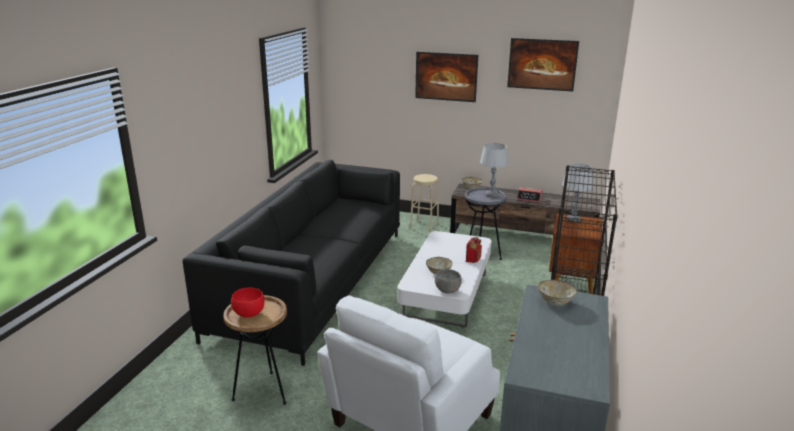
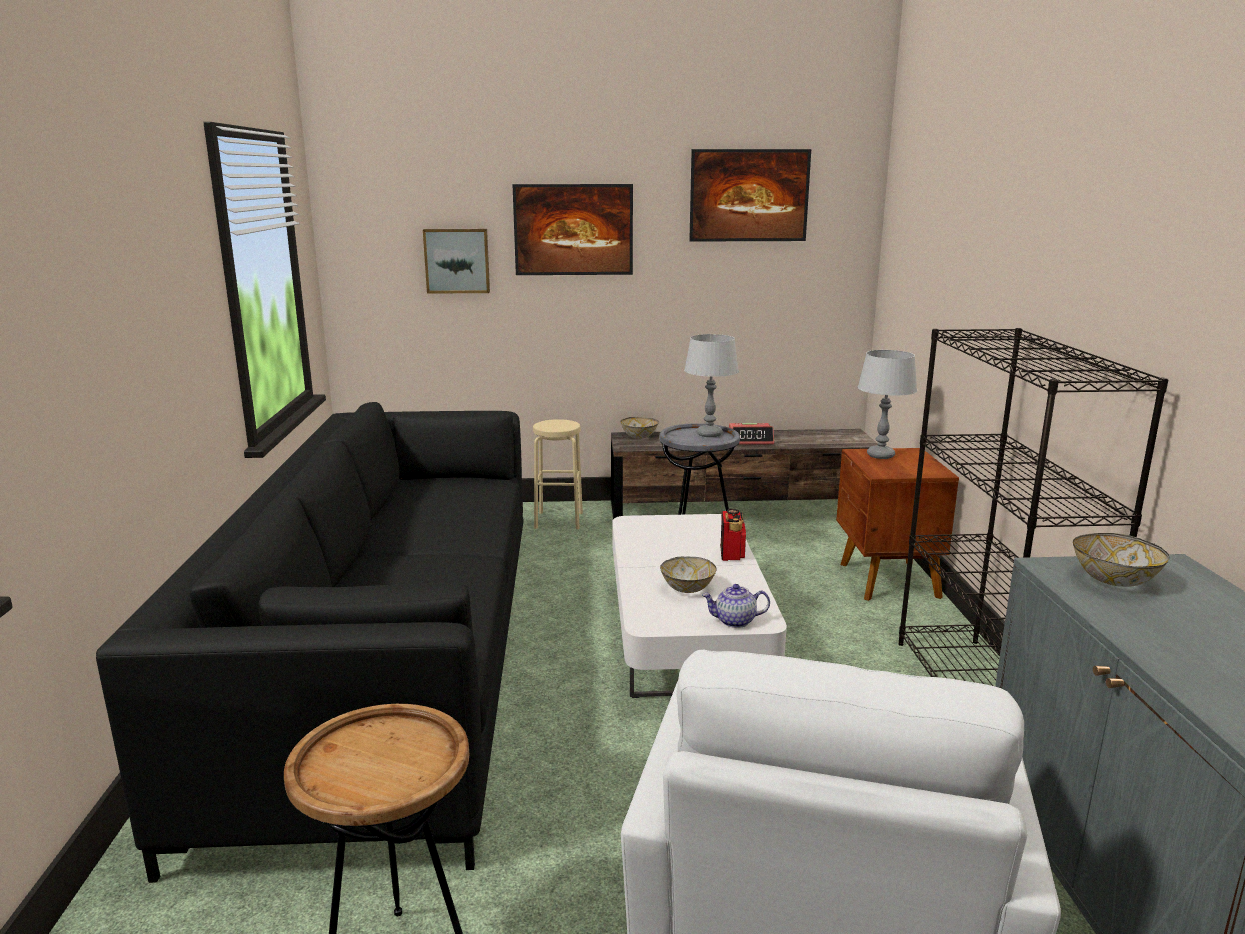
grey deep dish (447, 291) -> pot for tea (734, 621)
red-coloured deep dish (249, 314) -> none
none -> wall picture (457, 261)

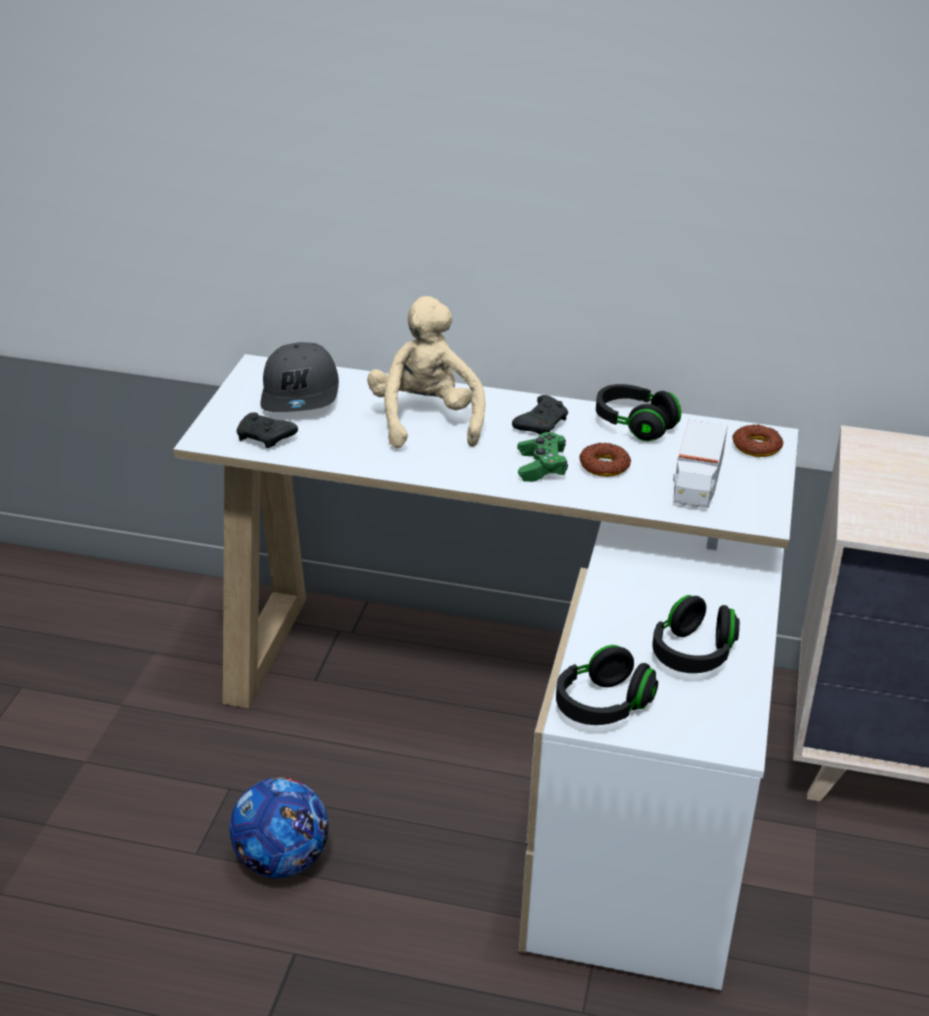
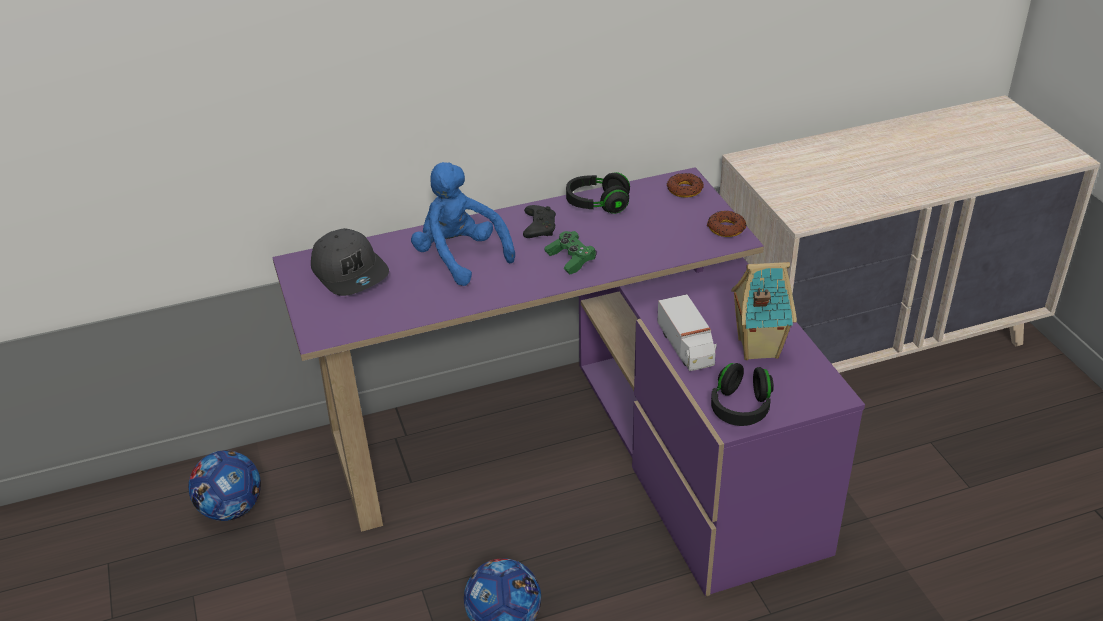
beige-coloured plush toy (425, 421) -> blue plush toy (459, 257)
whitish desk table (523, 734) -> purple desk table (582, 452)
blackish gamepad (265, 439) -> none
model truck (696, 483) -> model truck (686, 347), move
ring doughnut (604, 466) -> ring doughnut (726, 228), move
blackish headphones (692, 654) -> toy house (757, 348)
none -> football (231, 509)

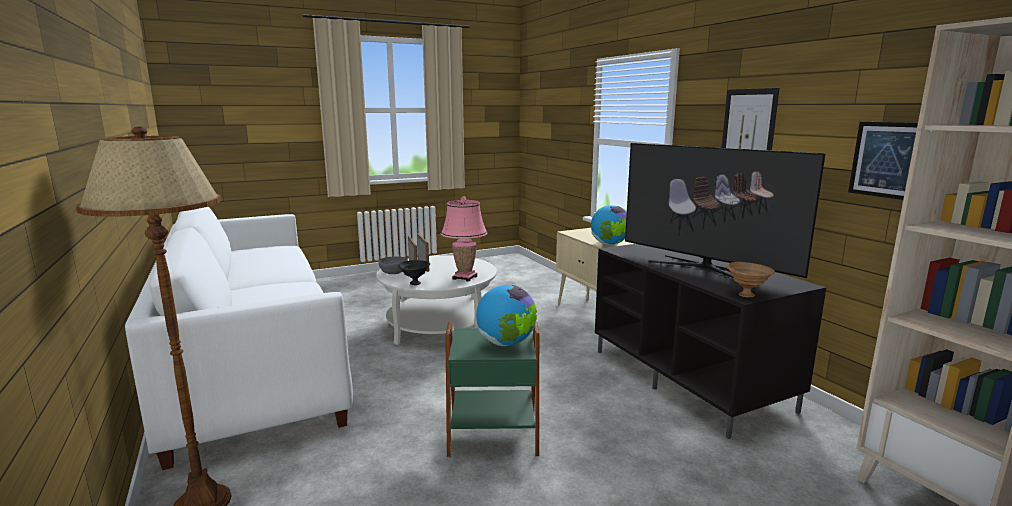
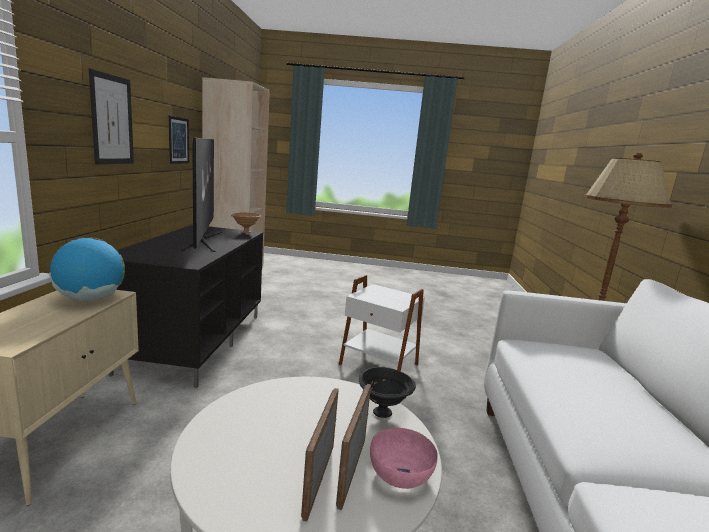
pink-coloured table lamp (465, 277) -> none
grey deep dish (394, 272) -> pink-coloured deep dish (399, 473)
desk globe (506, 343) -> none
green accent table (492, 433) -> whitish accent table (378, 365)

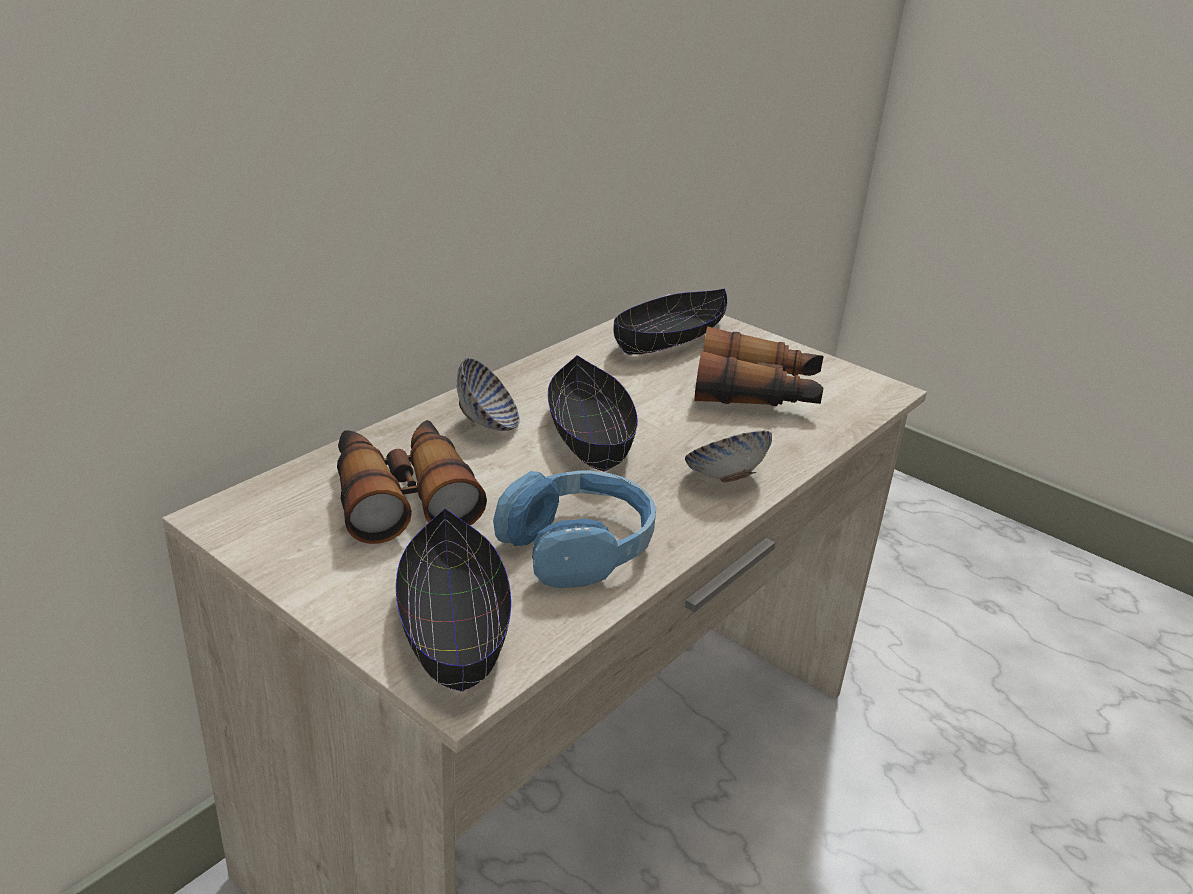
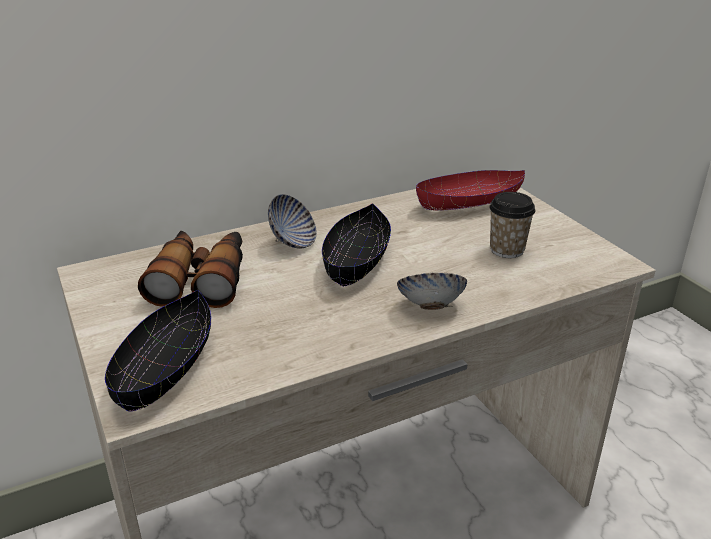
blackish deep dish (671, 338) -> red-coloured deep dish (470, 202)
field glasses (757, 392) -> cup (507, 250)
blue headphones (578, 546) -> none

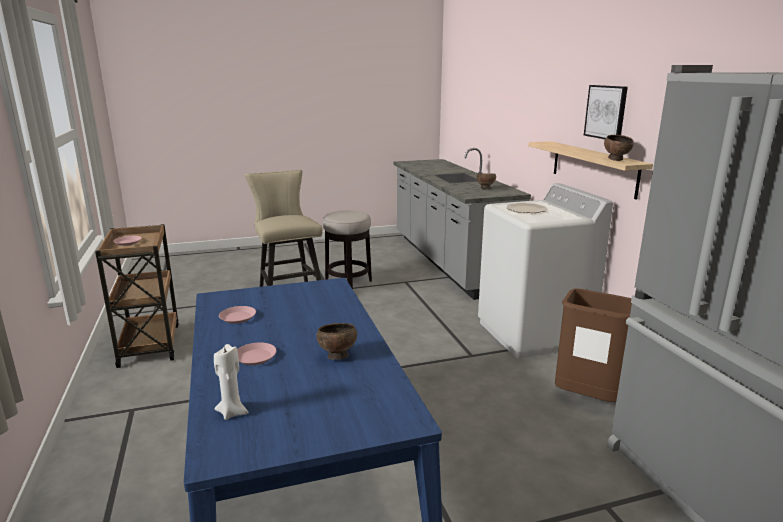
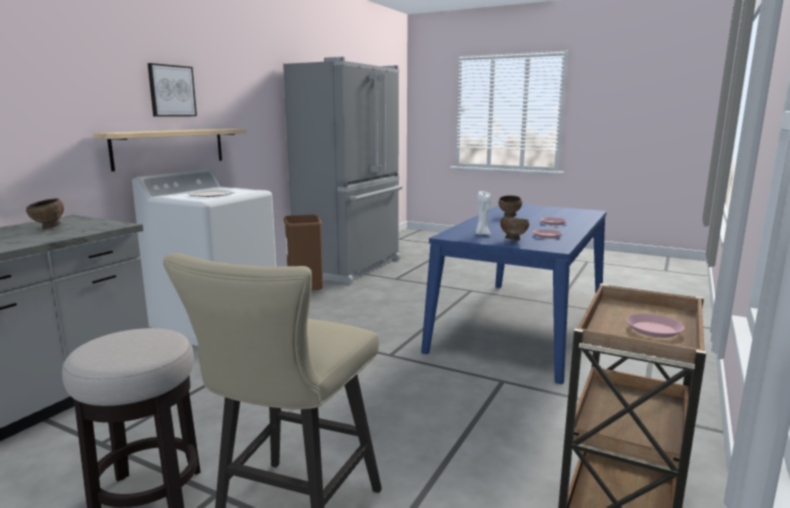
brownish deep dish (616, 160) -> brownish deep dish (513, 240), move
whitish wax candle (232, 412) -> whitish wax candle (482, 234), move

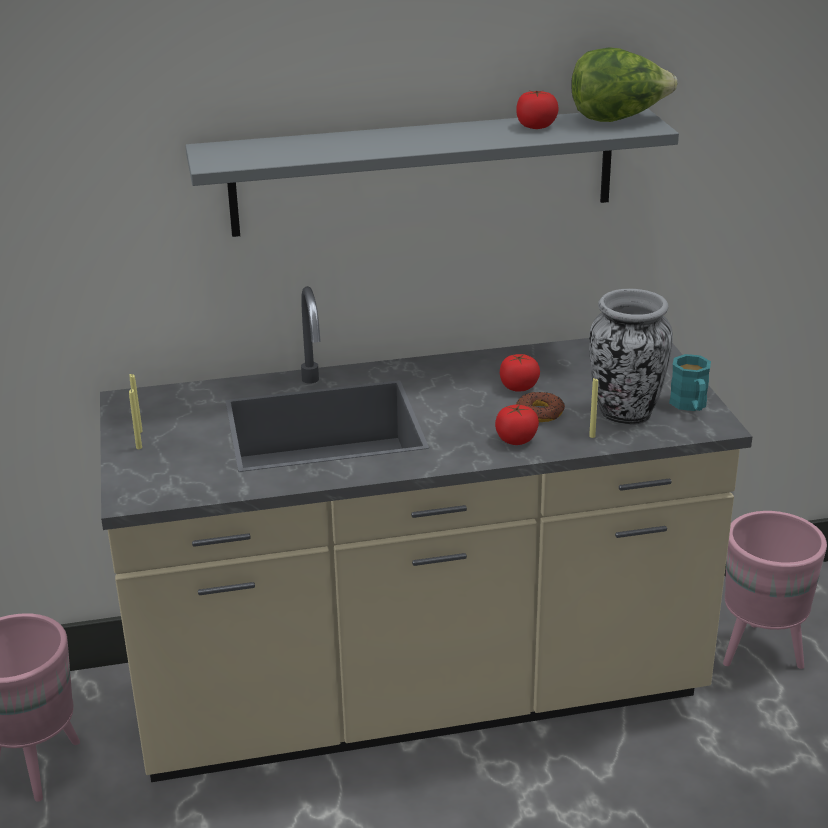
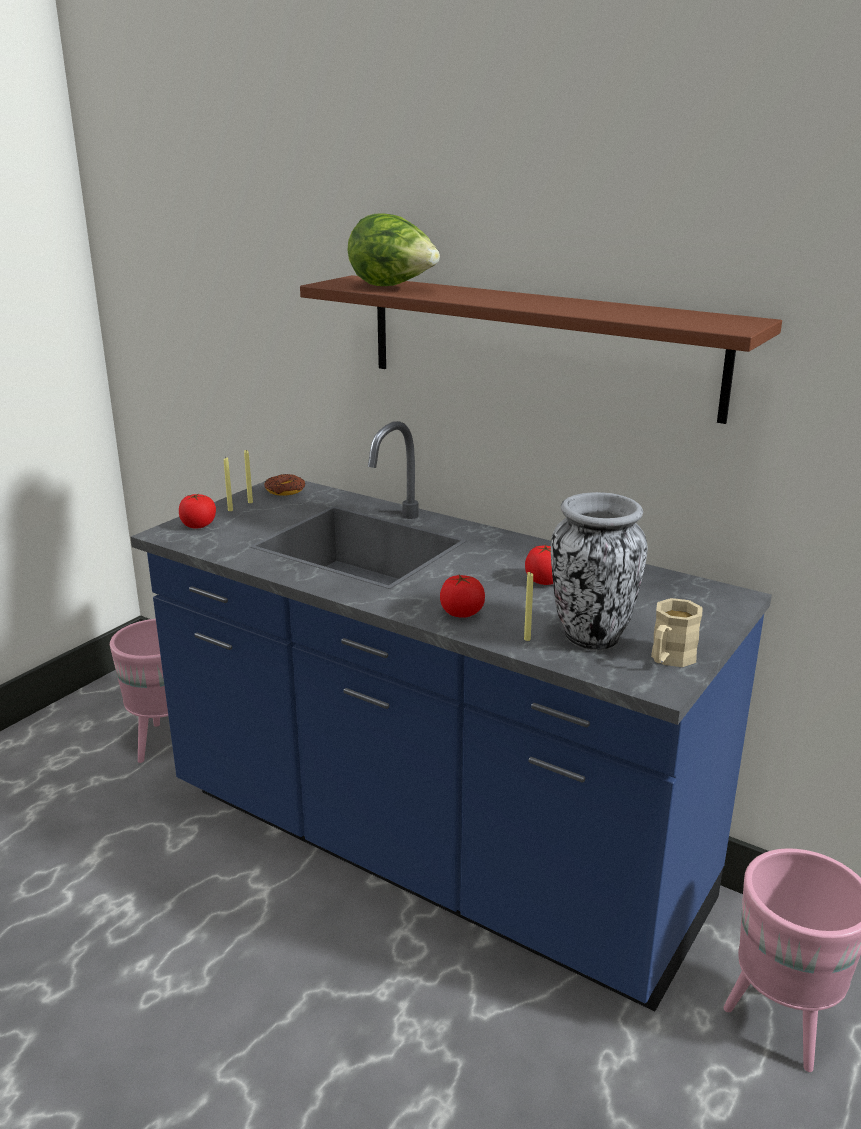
head of lettuce (618, 119) -> head of lettuce (393, 287), move
whole tomato (536, 126) -> whole tomato (198, 525), move
grey bracket shelf (423, 172) -> brownish bracket shelf (538, 344)
beige-coloured counter (419, 696) -> blue counter (430, 852)
turquoise-coloured tea mug (690, 405) -> beige-coloured tea mug (669, 659)
ring doughnut (540, 413) -> ring doughnut (285, 490), move

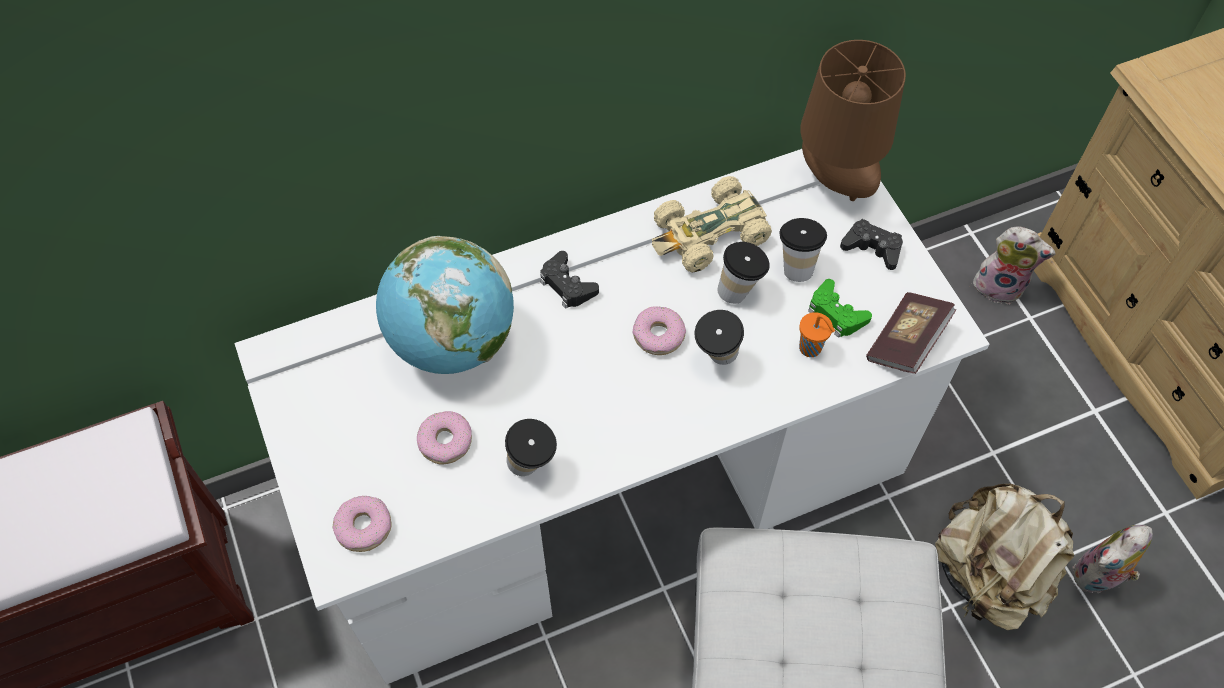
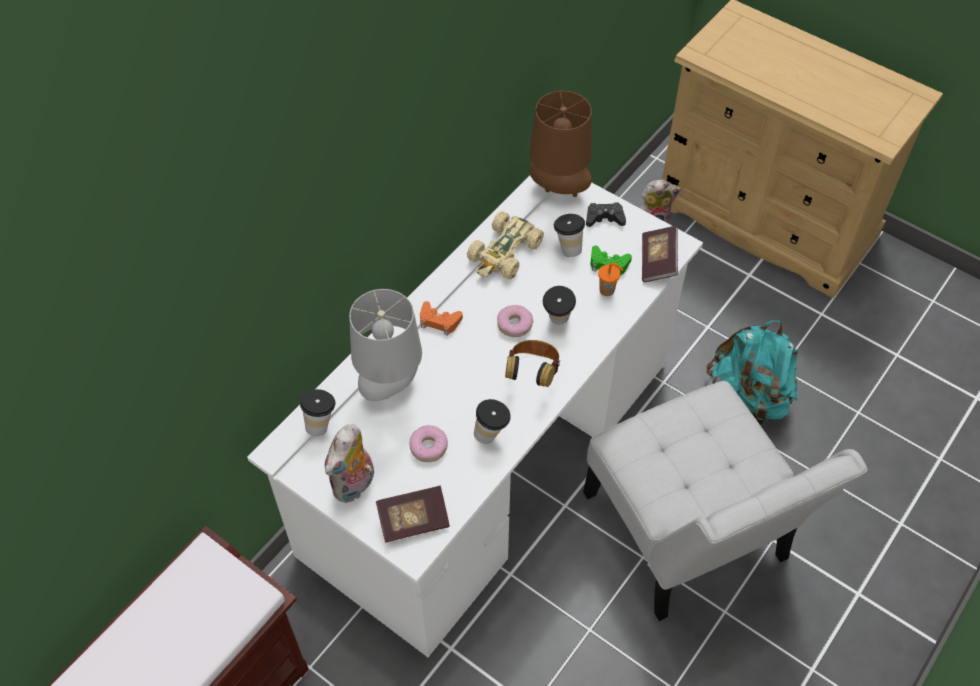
desk globe (452, 341) -> grey table lamp (391, 387)
cup (740, 290) -> cup (321, 424), move
blackish gamepad (567, 285) -> orangey gamepad (439, 321)
beige-coloured rucksack (988, 574) -> turquoise-coloured rucksack (747, 398)
ring doughnut (364, 527) -> volume (413, 520)
plush toy (1098, 577) -> plush toy (355, 486), move
none -> headphones (532, 373)

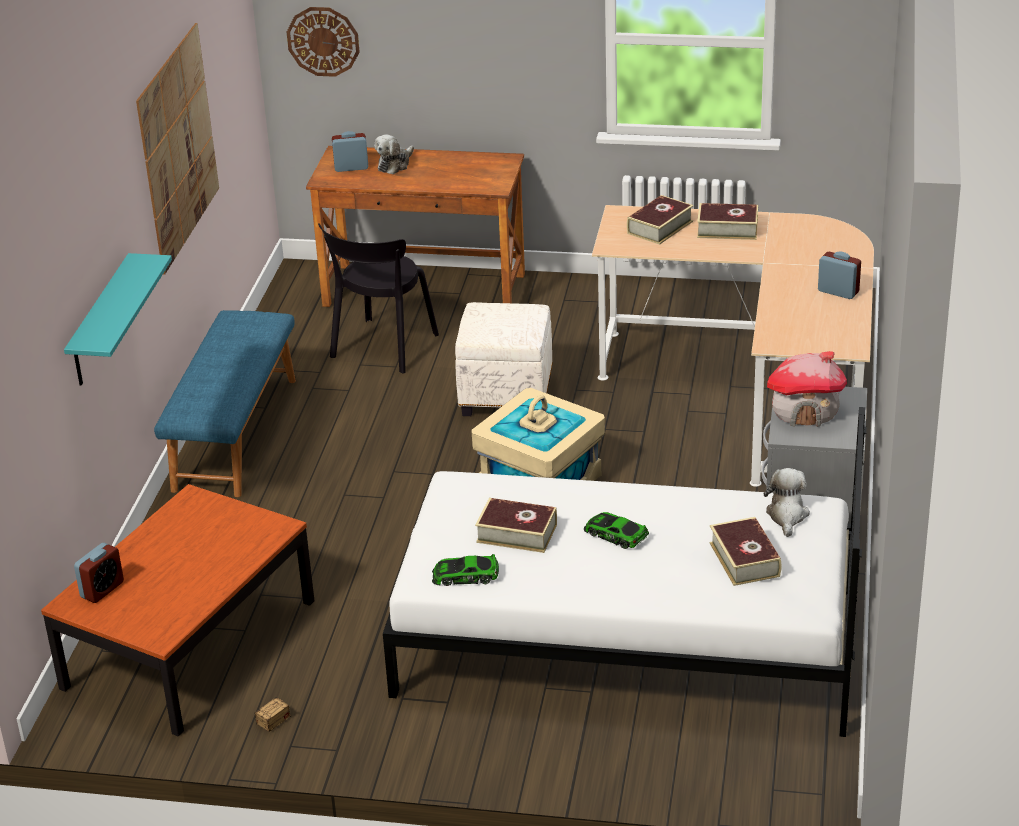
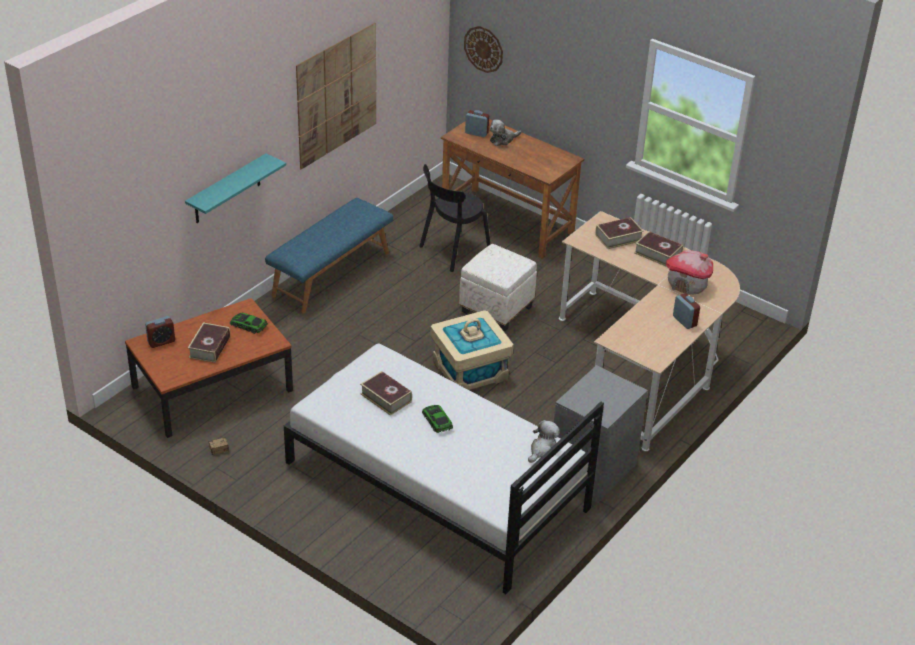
toy house (805, 411) -> toy house (687, 285), move
volume (744, 559) -> volume (209, 347), move
miniature car (465, 575) -> miniature car (248, 325), move

